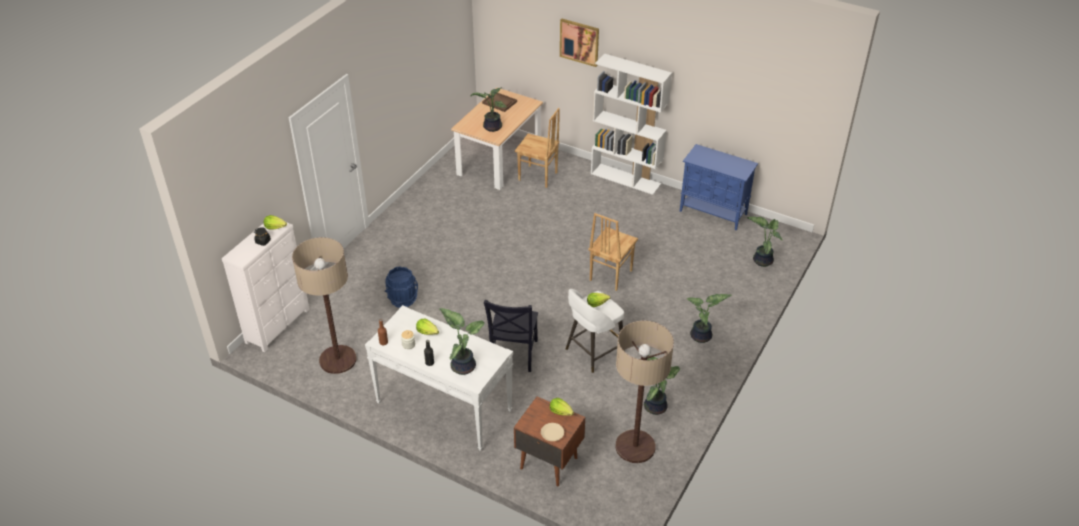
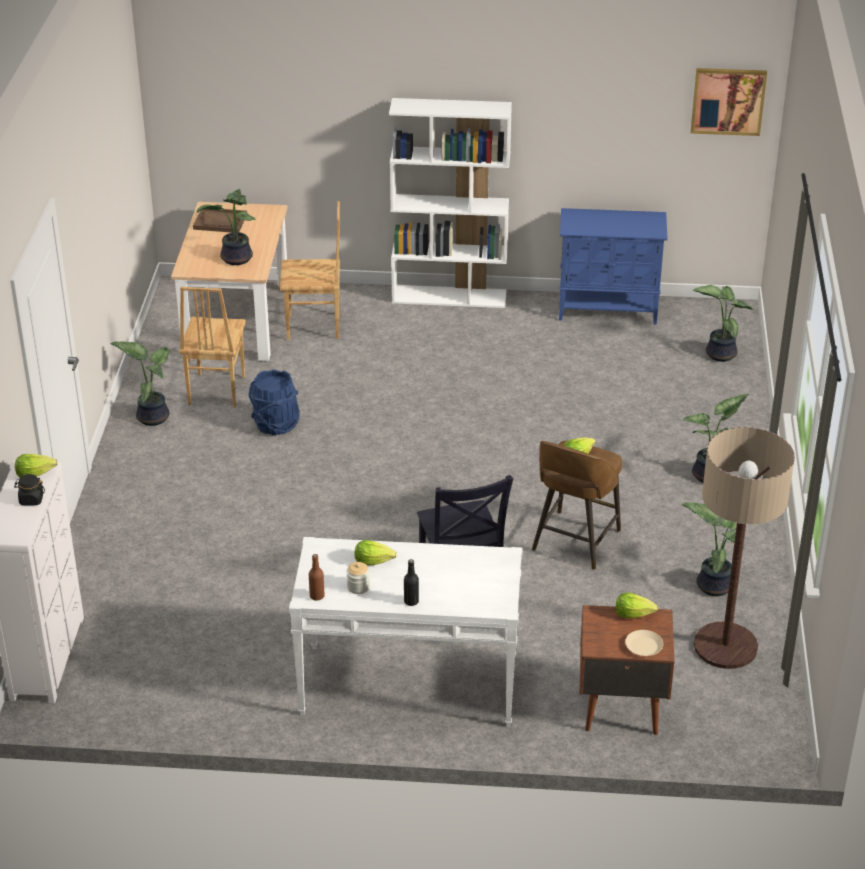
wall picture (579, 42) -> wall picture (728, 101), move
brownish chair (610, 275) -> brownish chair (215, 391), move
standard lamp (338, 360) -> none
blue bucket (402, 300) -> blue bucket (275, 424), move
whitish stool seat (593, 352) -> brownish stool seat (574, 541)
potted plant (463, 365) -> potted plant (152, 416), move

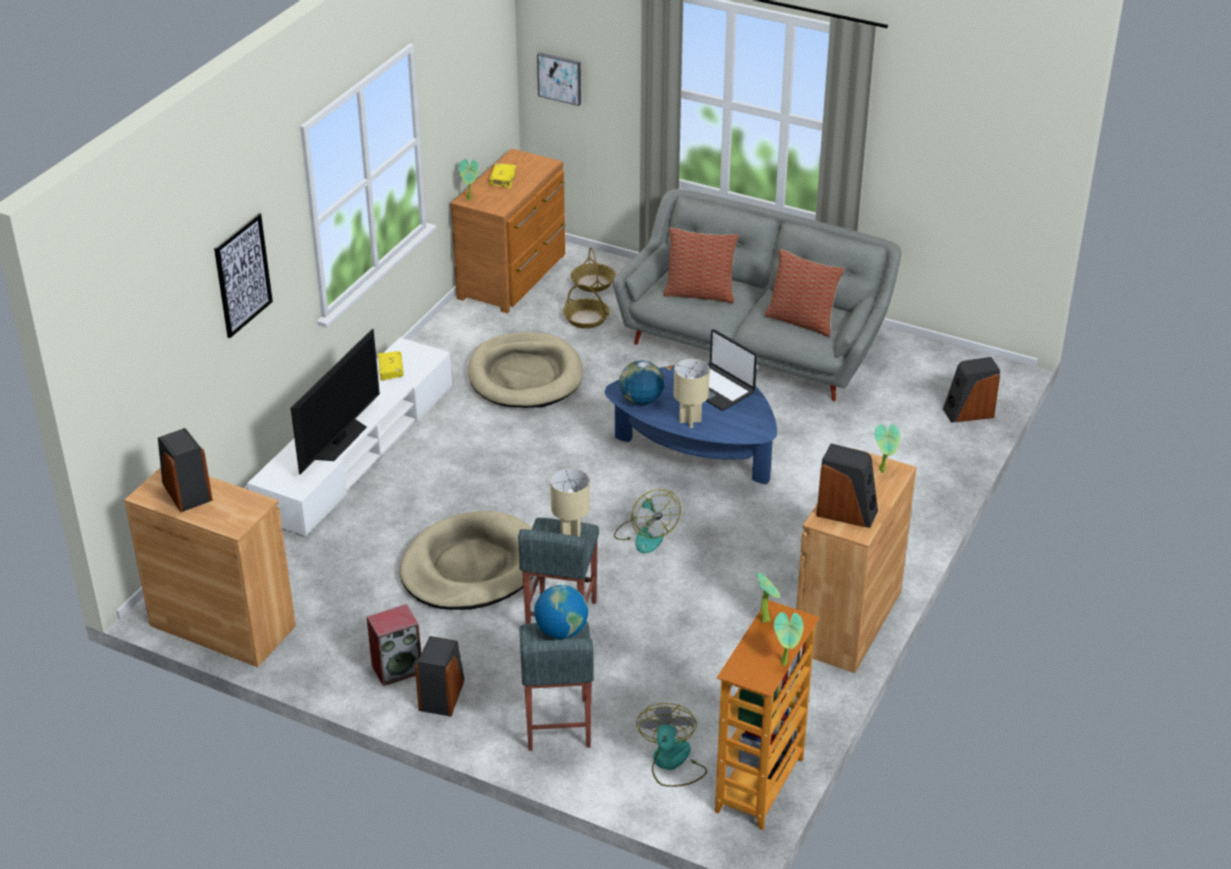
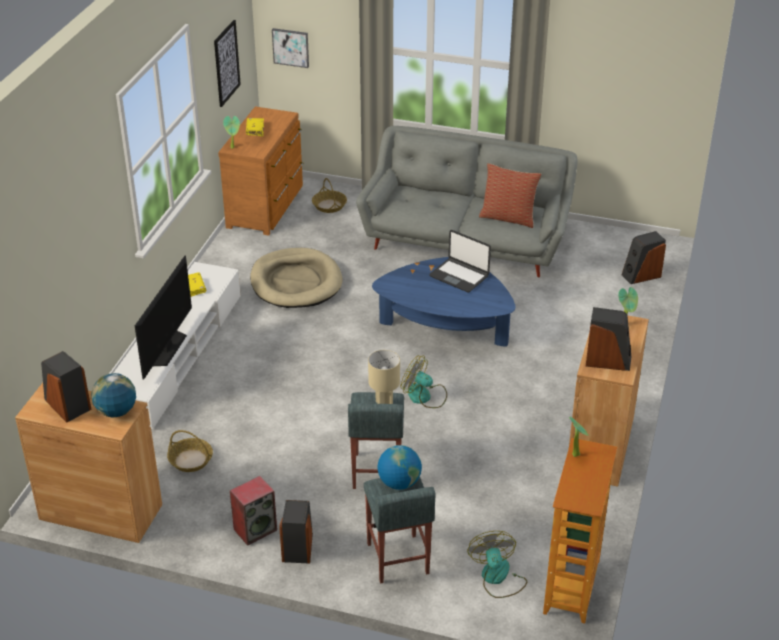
wall picture (243, 275) -> wall picture (226, 63), move
pillow (700, 293) -> none
basket (586, 319) -> basket (191, 460), move
beige-coloured table lamp (690, 421) -> none
desk globe (641, 400) -> desk globe (116, 411), move
cooling fan (645, 535) -> cooling fan (424, 396), 150 degrees clockwise
beige-coloured dog cushion (471, 567) -> none
potted plant (786, 663) -> none

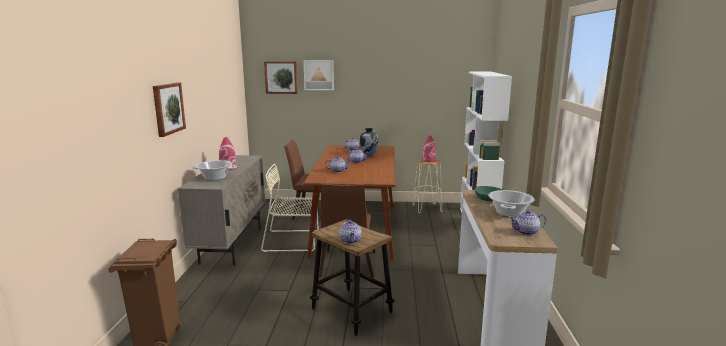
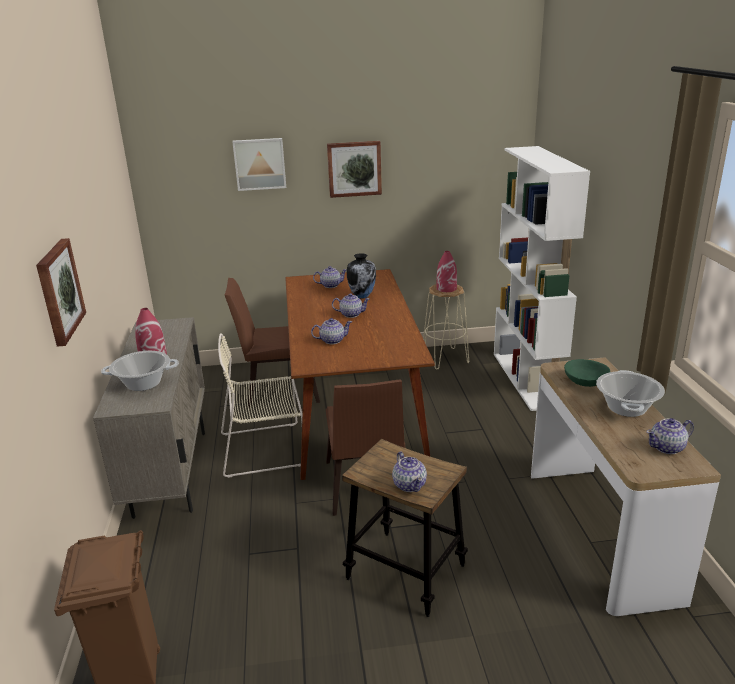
wall picture (281, 77) -> wall picture (354, 169), move

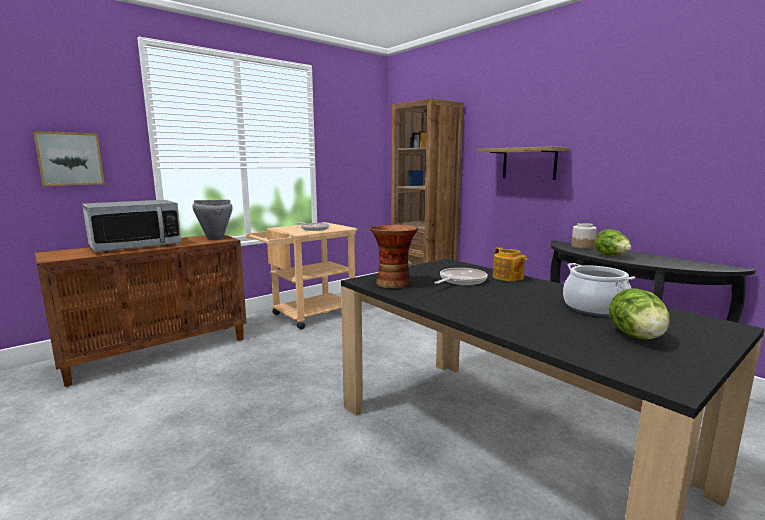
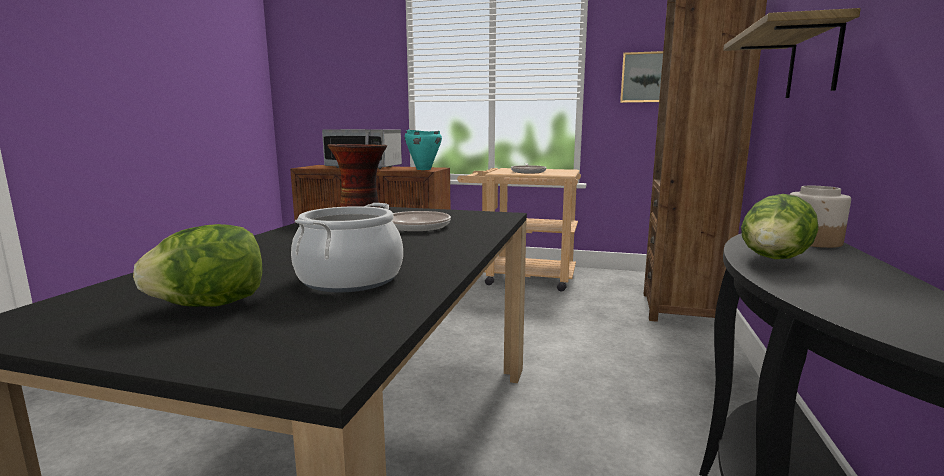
wall picture (70, 159) -> wall picture (646, 77), move
grey stockpot (215, 239) -> turquoise-coloured stockpot (423, 169)
pot for tea (508, 277) -> none

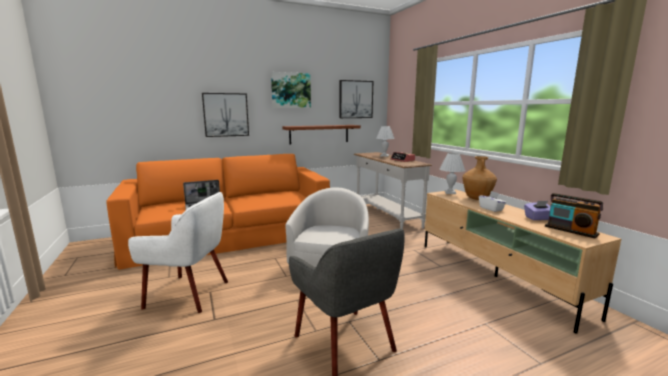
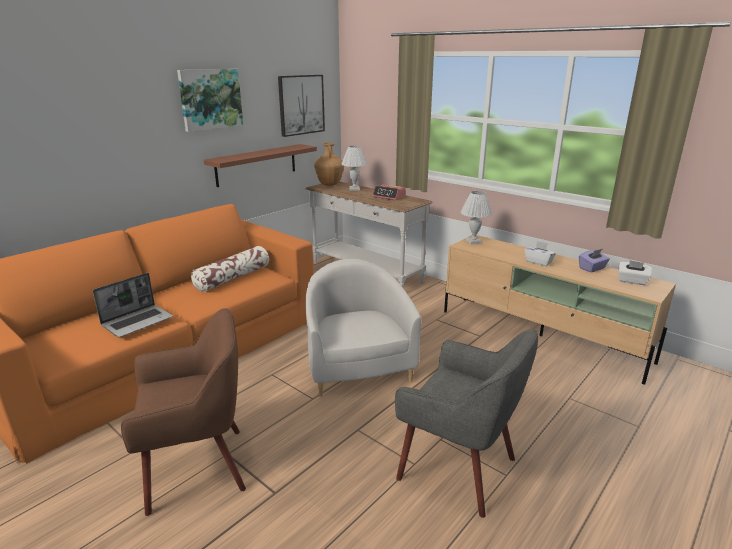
wall picture (226, 115) -> none
brownish decorative vase (477, 198) -> brownish decorative vase (329, 184), move
whitish lounge chair (189, 294) -> brownish lounge chair (198, 467)
radio (570, 230) -> whitish tissue holder (632, 281)
none -> pillow (233, 278)

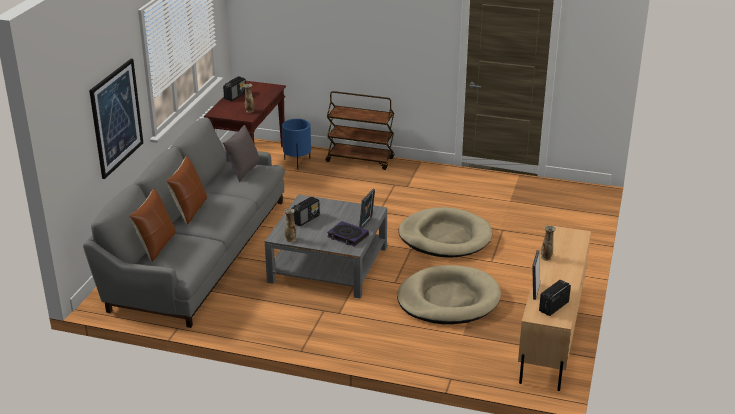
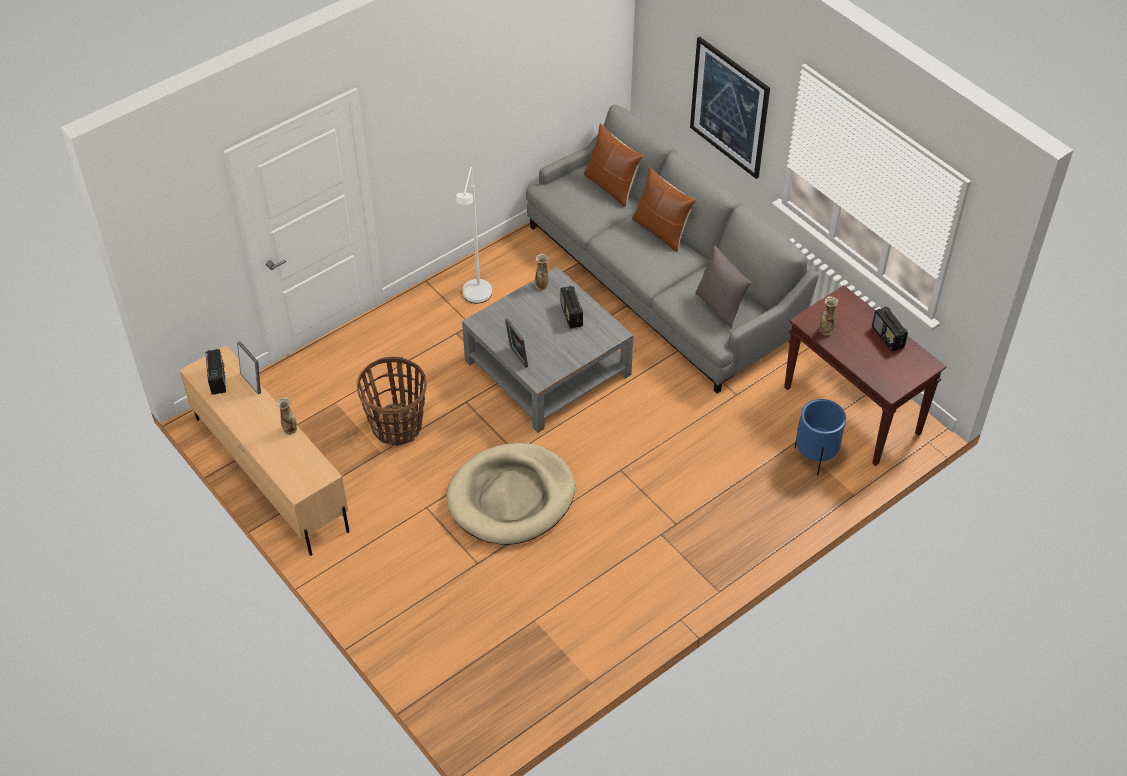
brownish cart (360, 160) -> none
volume (347, 236) -> none
beige-coloured dog cushion (448, 299) -> basket (397, 426)
none -> whitish standard lamp (476, 299)

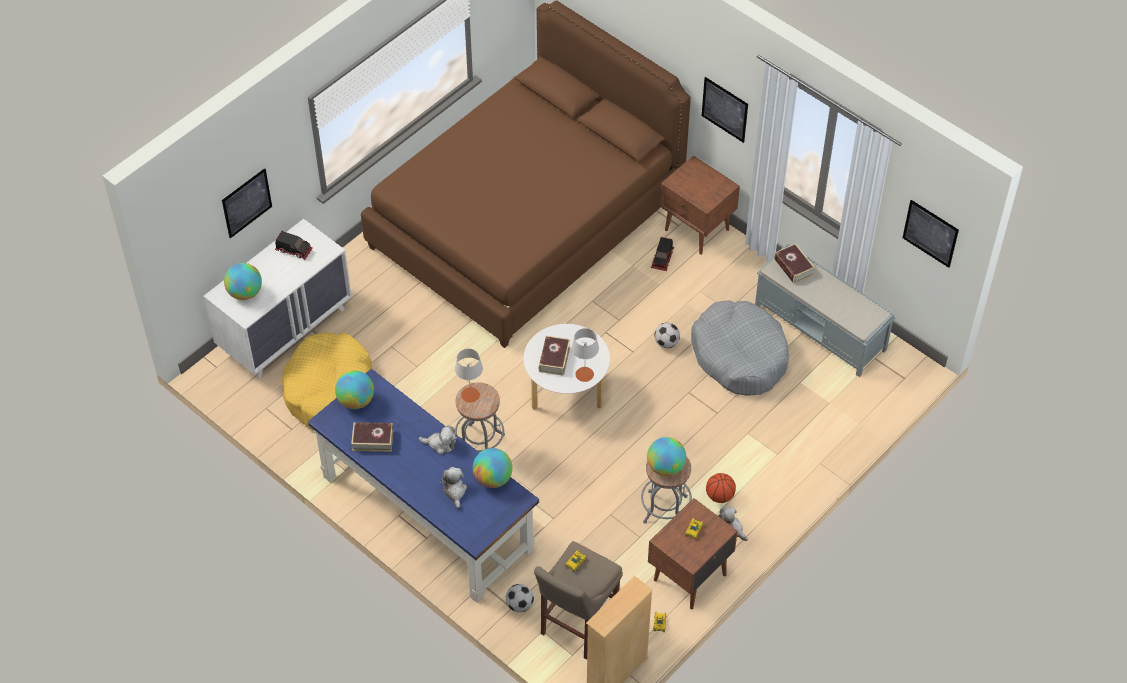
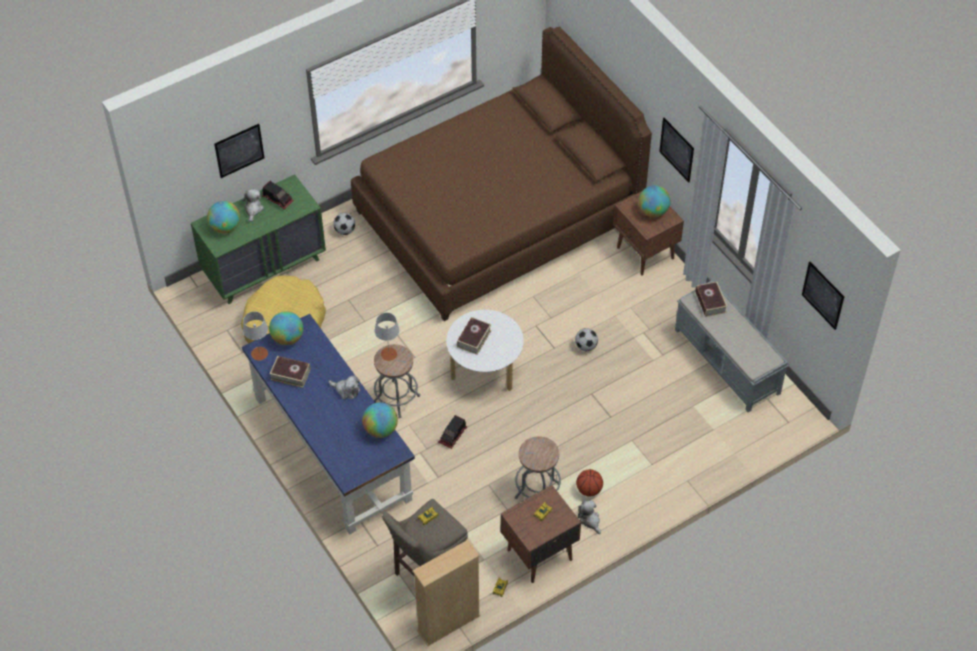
whitish drawer chest (285, 330) -> green drawer chest (264, 267)
model truck (663, 259) -> model truck (453, 436), move
grey dog cushion (739, 356) -> none
grey table lamp (584, 374) -> grey table lamp (259, 353), move
desk globe (665, 467) -> desk globe (653, 211), move
plush toy (454, 491) -> plush toy (253, 209), move
football (519, 605) -> football (344, 230), move

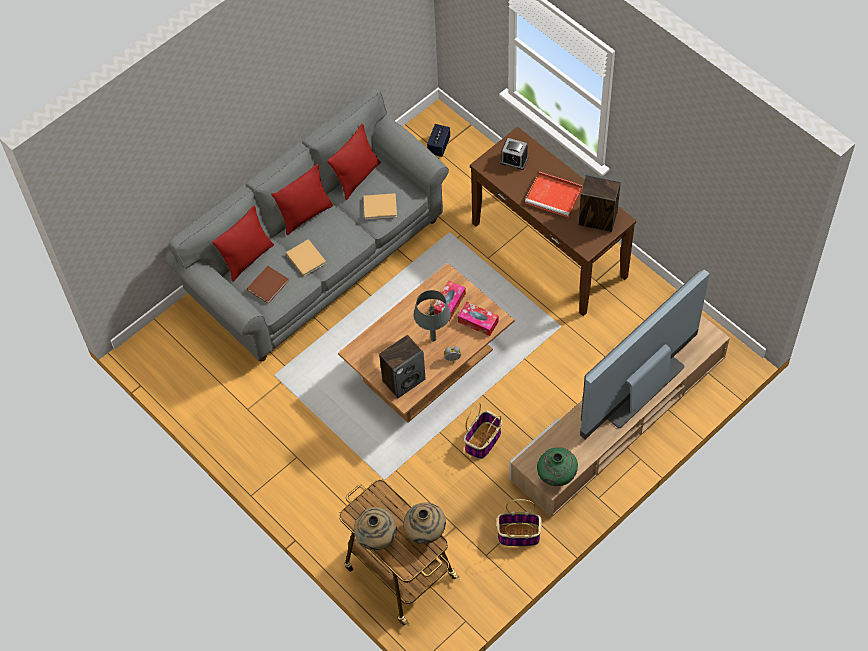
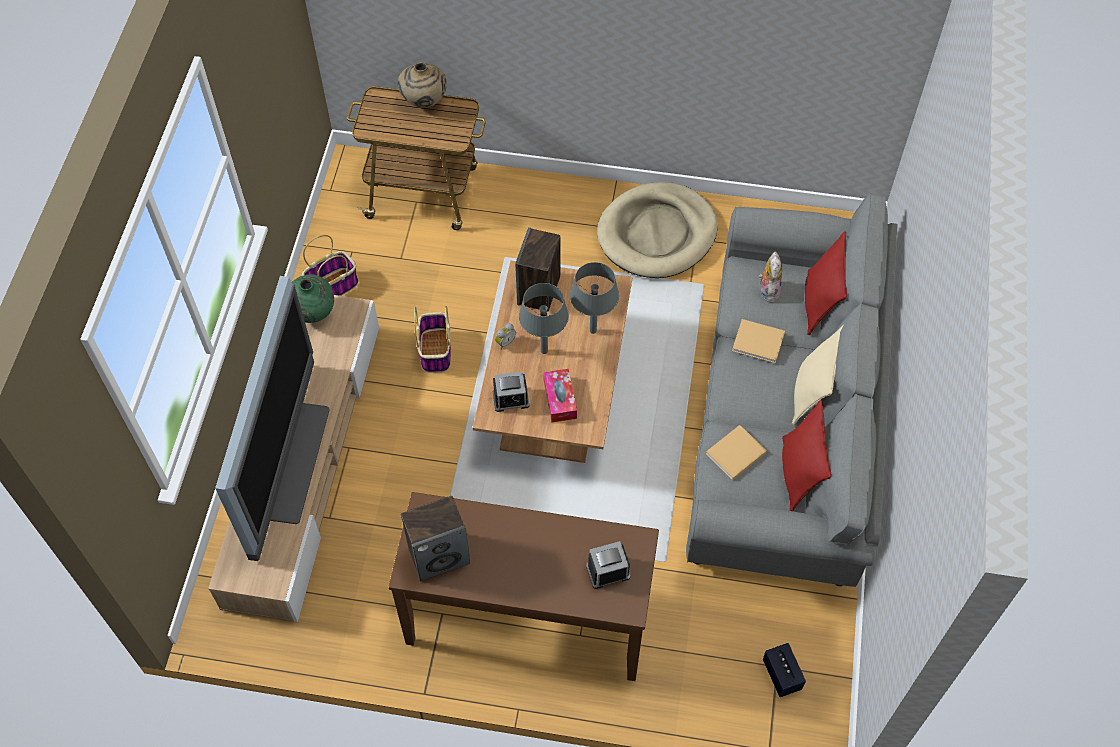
red-coloured pillow (305, 215) -> beige-coloured pillow (811, 393)
red-coloured tray (555, 196) -> none
brownish volume (269, 284) -> plush toy (768, 290)
tissue holder (478, 322) -> table clock (511, 399)
beige-coloured decorative vase (425, 533) -> none
none -> beige-coloured dog cushion (657, 234)
none -> grey table lamp (593, 330)

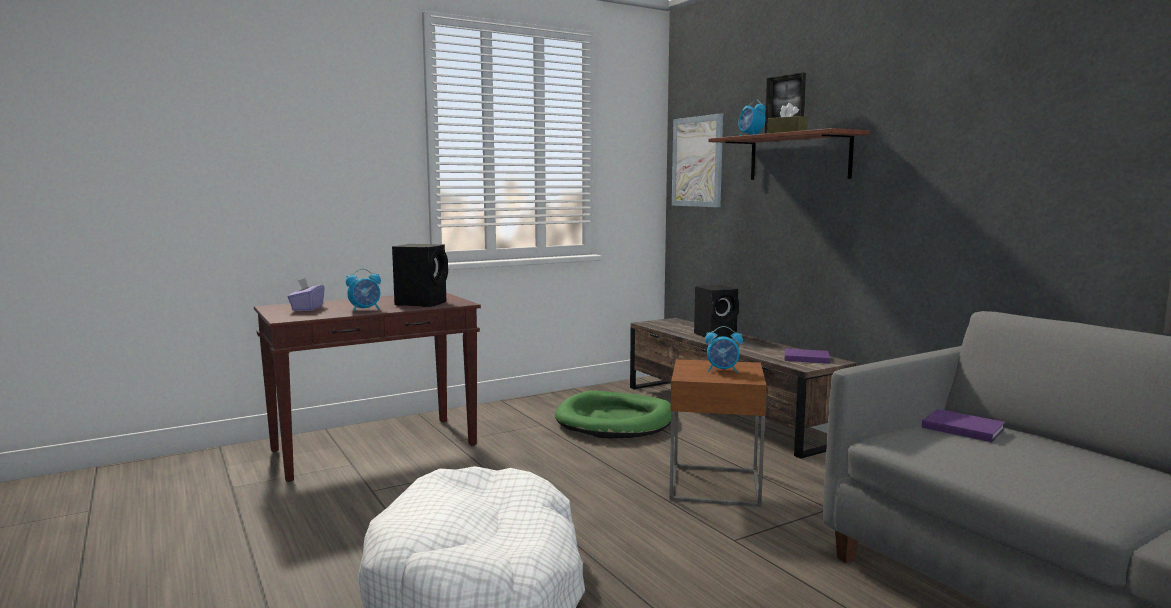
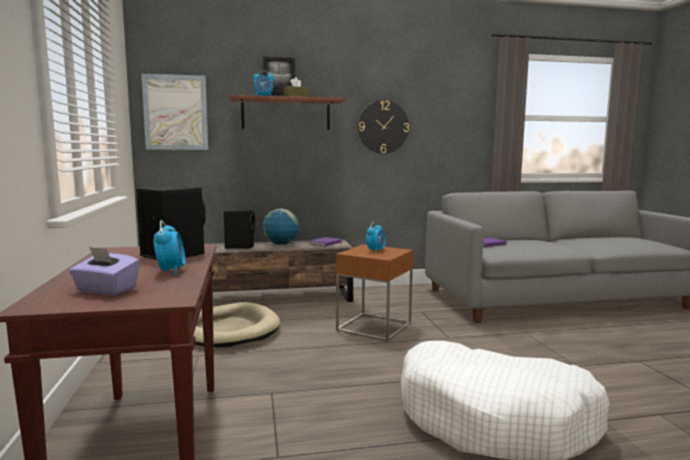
green dog cushion (615, 421) -> beige-coloured dog cushion (228, 330)
none -> hanging clock (383, 127)
none -> desk globe (281, 244)

